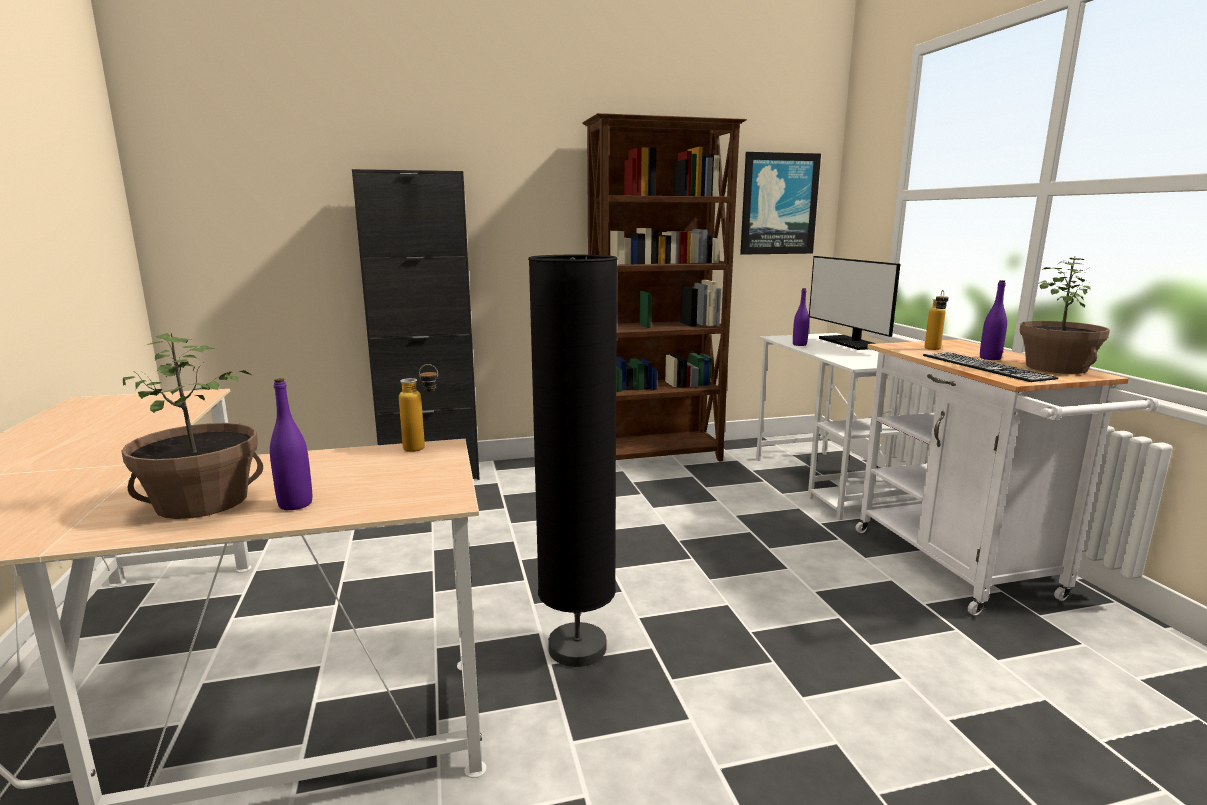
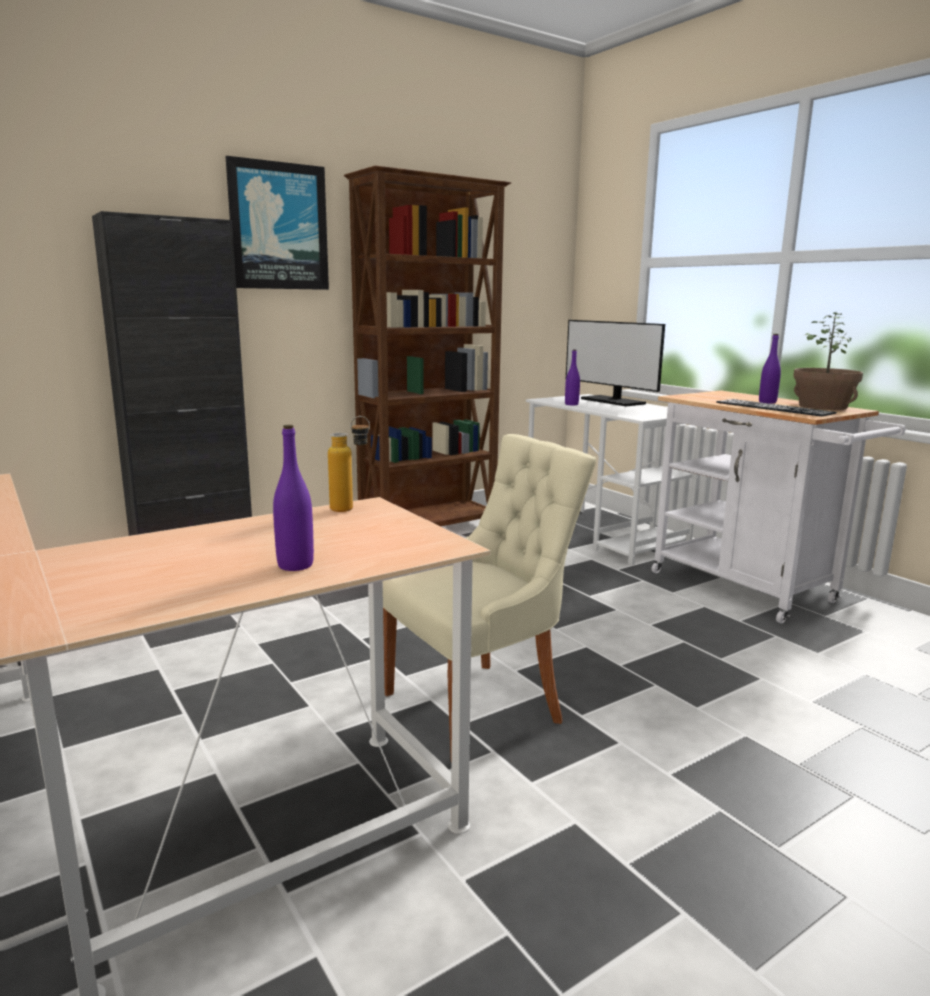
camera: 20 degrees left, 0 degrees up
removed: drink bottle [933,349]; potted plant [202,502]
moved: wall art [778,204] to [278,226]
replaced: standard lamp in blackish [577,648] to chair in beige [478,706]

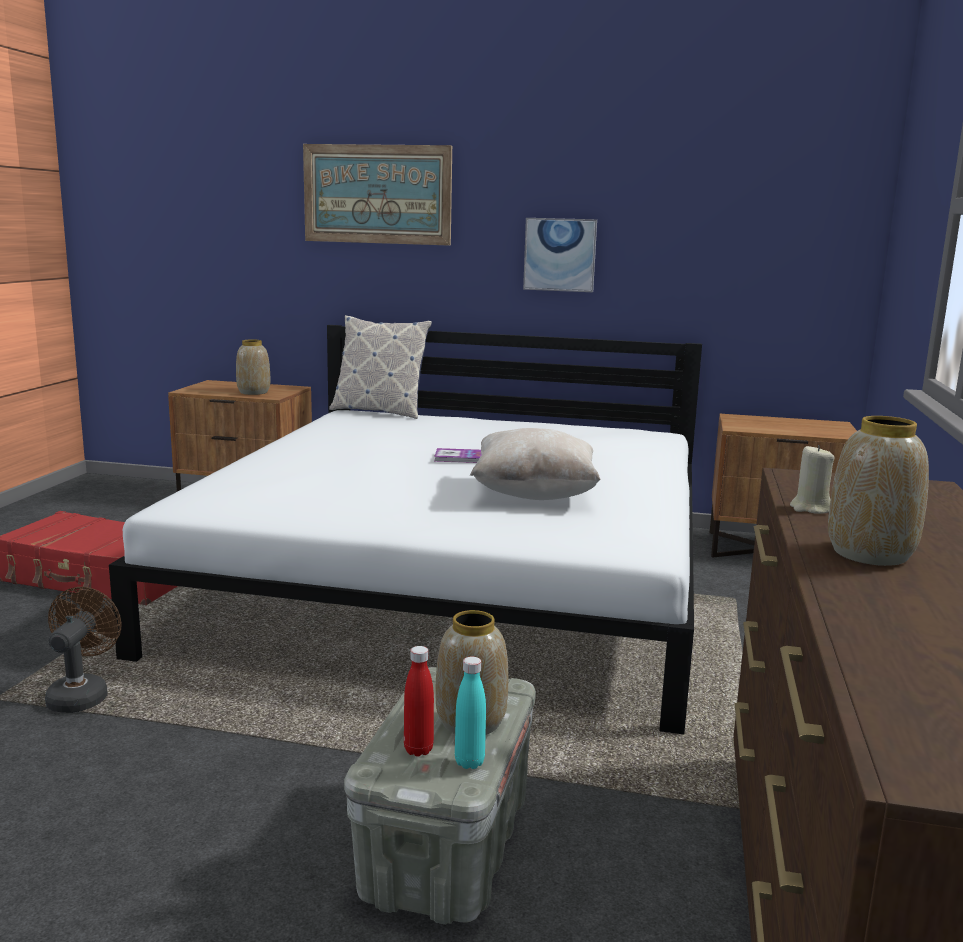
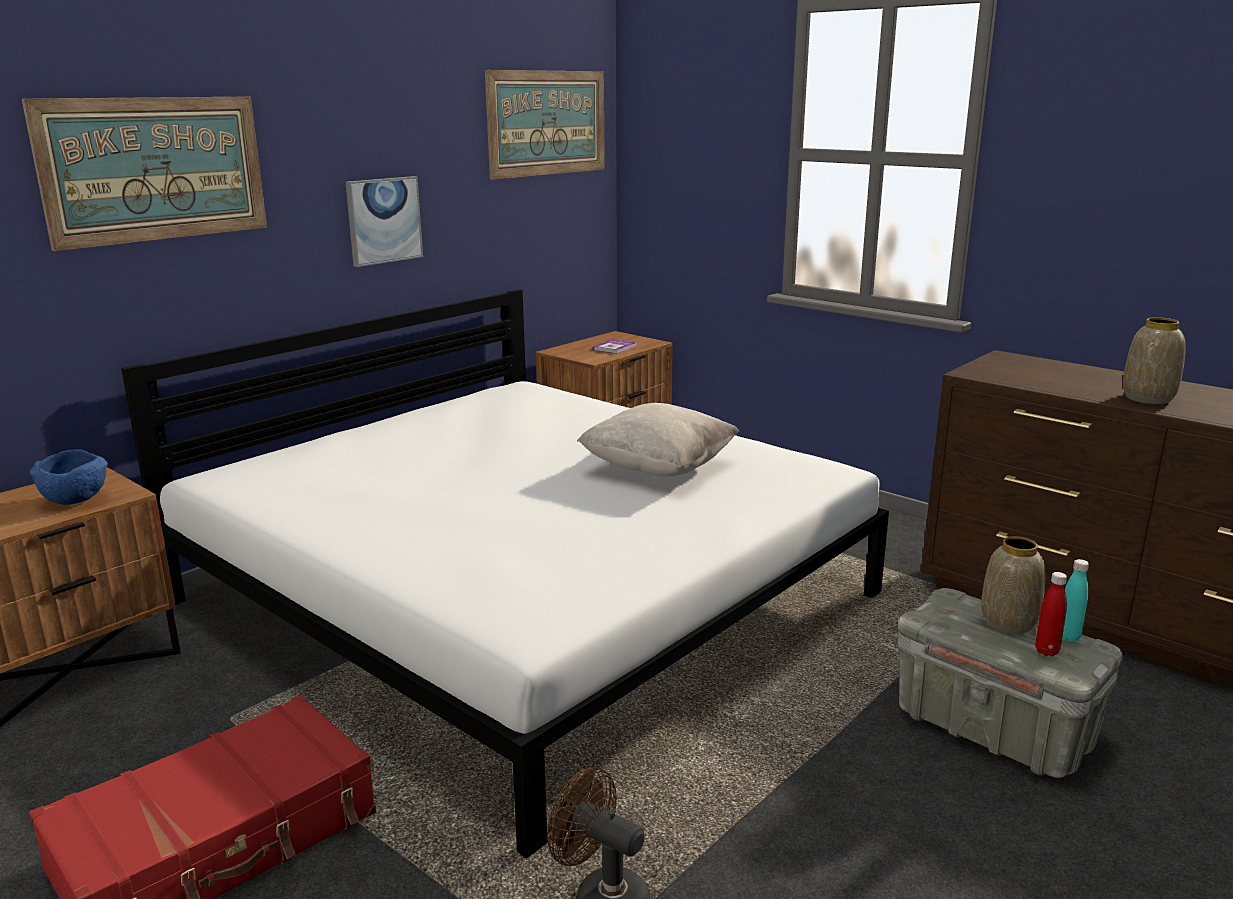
camera: 60 degrees left, 5 degrees up
removed: throw pillow [380,411]; wax candle in beige [810,508]
added: wall art [547,123]
moved: book [459,457] to [615,348]
replaced: vase [254,392] to bowl in blue [76,500]

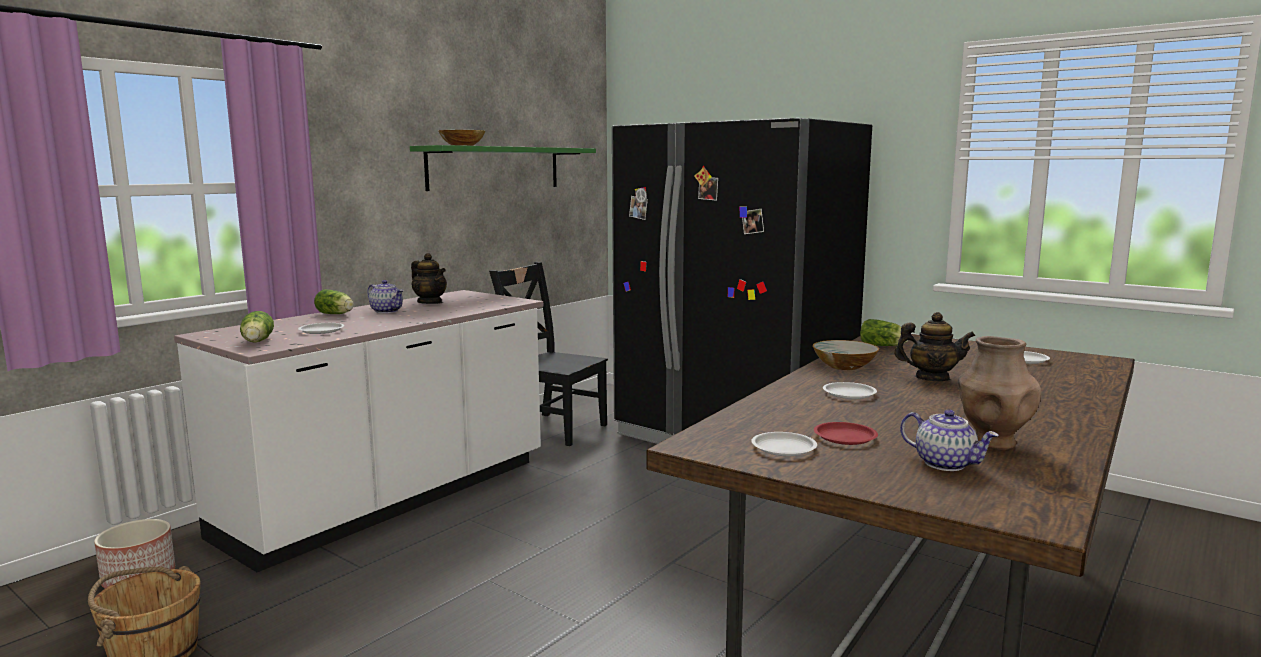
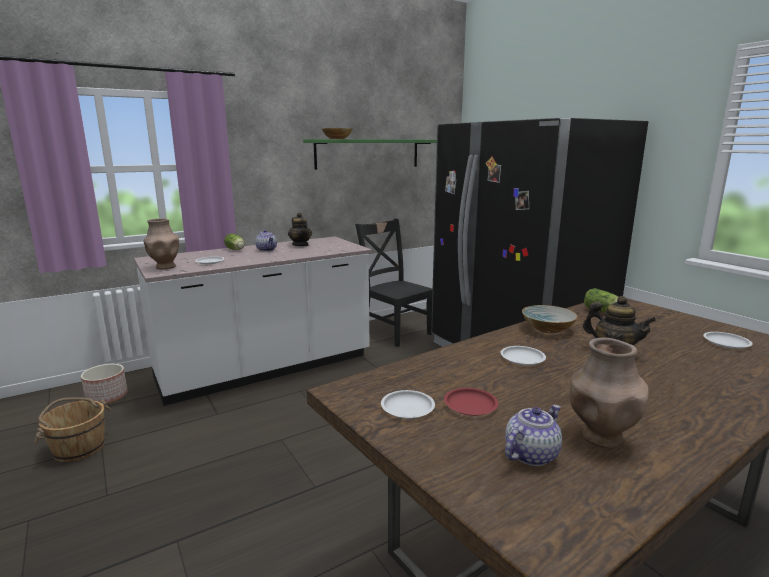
camera: 20 degrees right, 5 degrees up
replaced: head of lettuce [257,342] to vase in brown-coloured [165,267]
turned: tea pot [945,464] = [530,454] 105 degrees counterclockwise

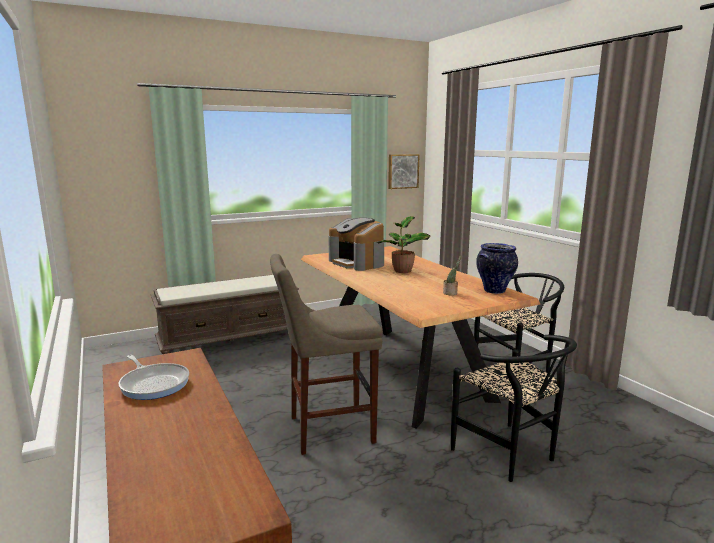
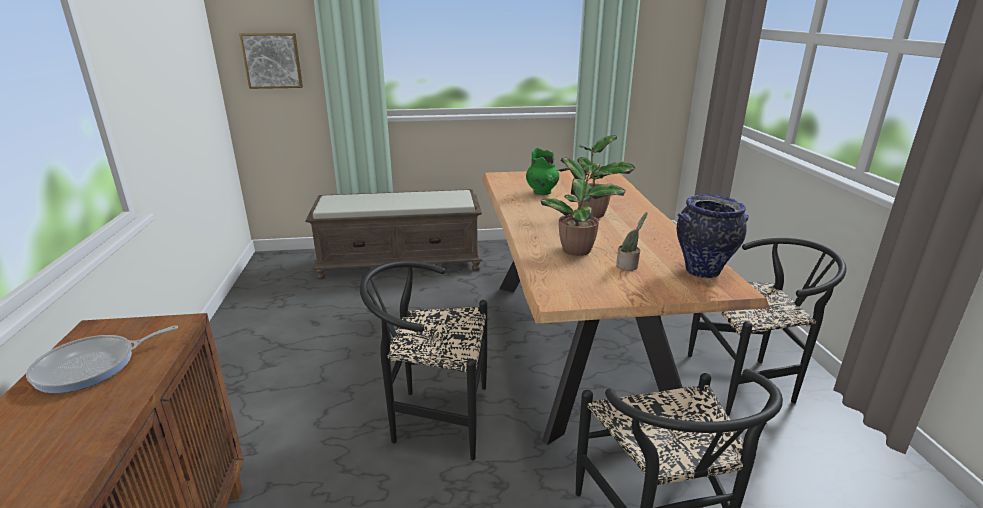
camera: 20 degrees right, 10 degrees up
added: potted plant [578,250]
moved: wall art [402,171] to [272,60]
replaced: coffee machine [357,263] to vase in green-coloured [542,192]; sitting stool in beige [326,429] to chair in blackish [432,417]
turned: skillet [154,384] = [92,366] 75 degrees clockwise

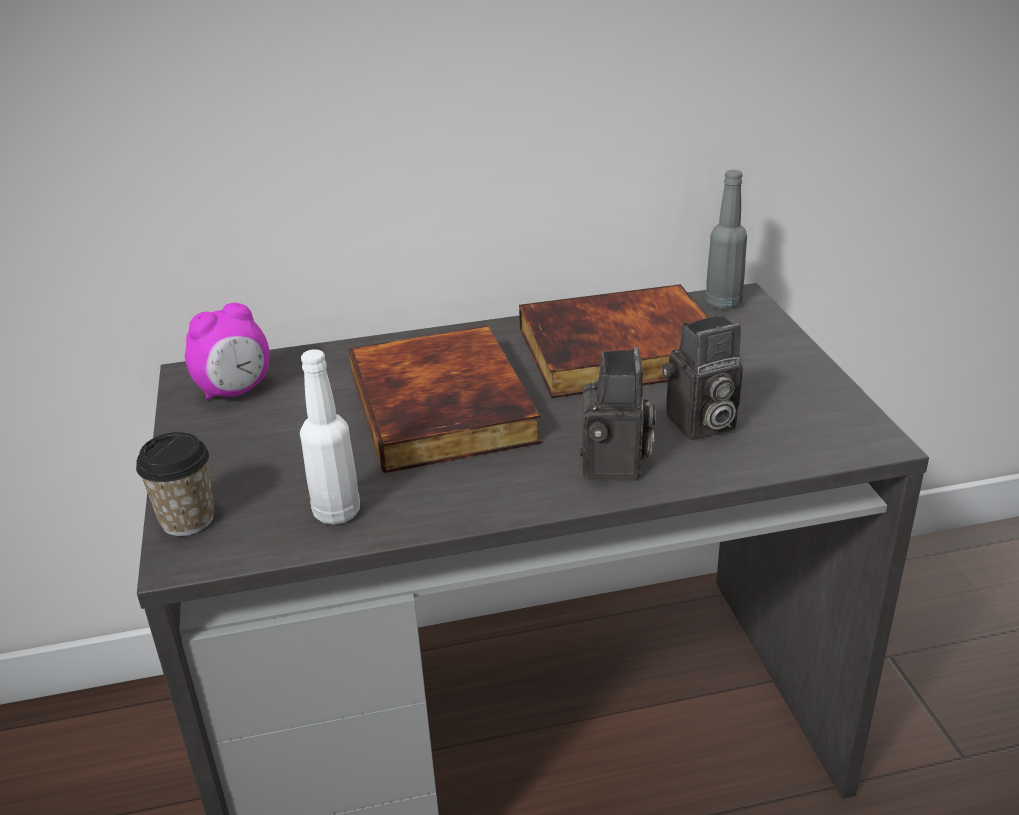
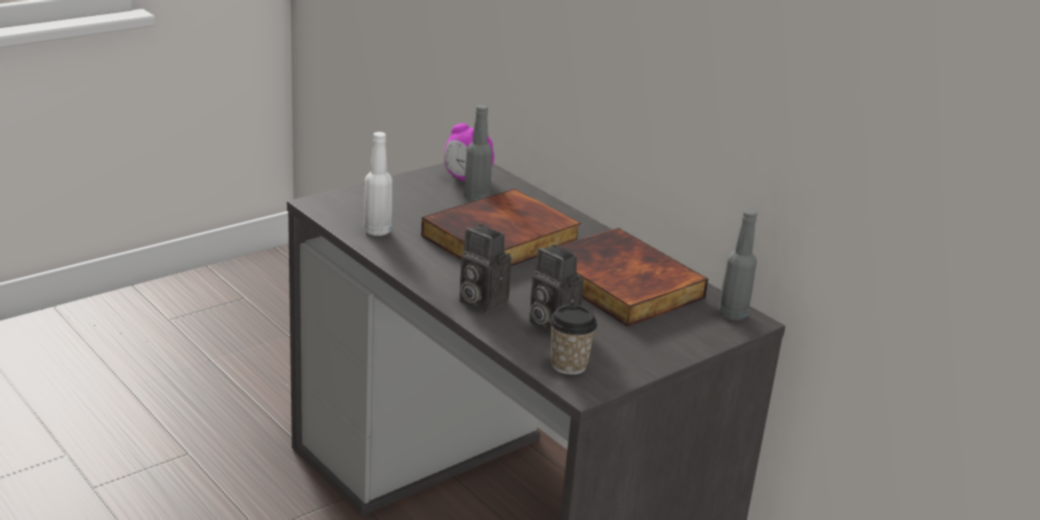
camera: 60 degrees right, 5 degrees down
added: drink bottle in greyish [476,198]
moved: cup [187,520] to [569,365]
turned: still camera [616,467] = [479,301] 60 degrees clockwise

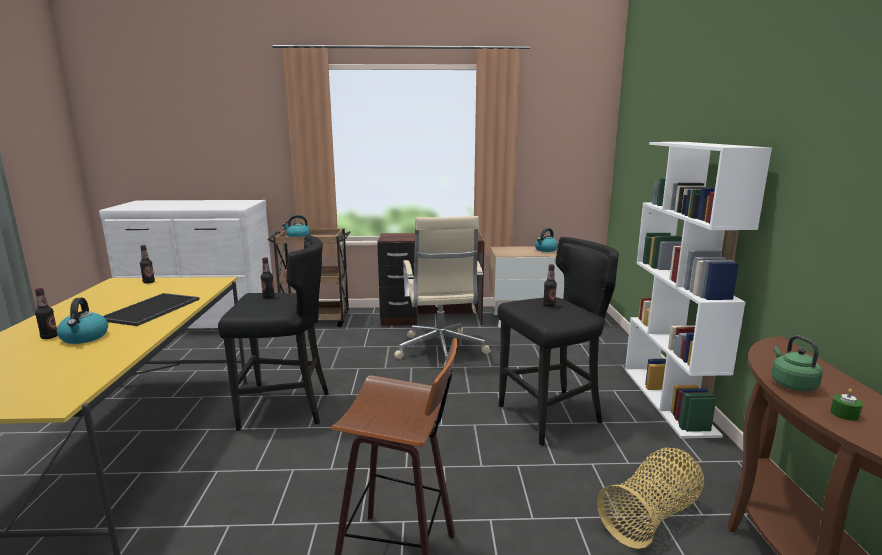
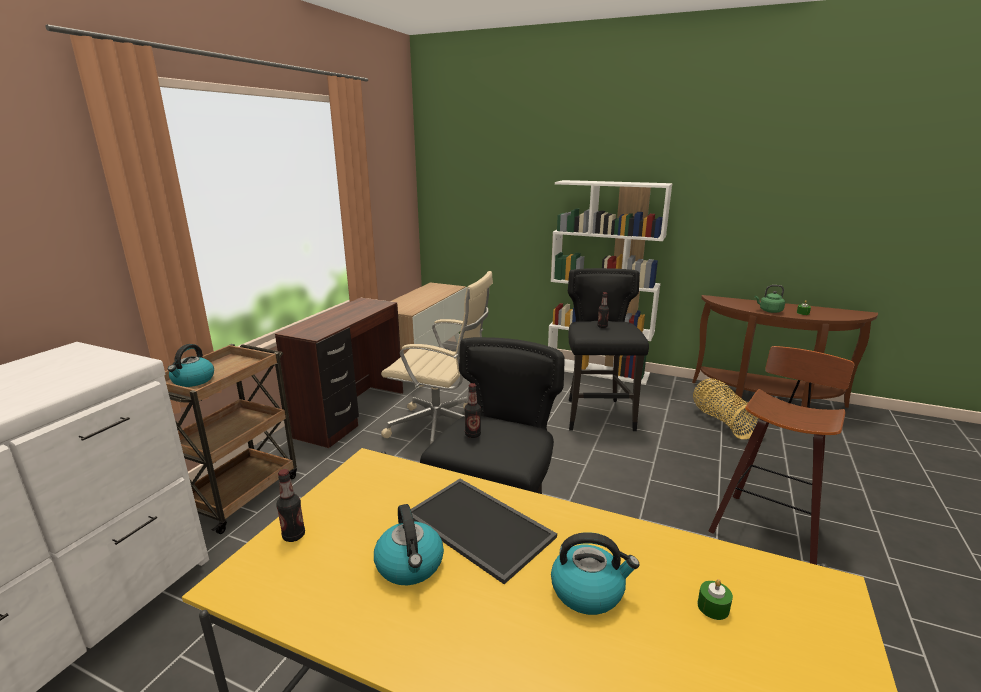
camera: 65 degrees left, 5 degrees up
removed: drink bottle [49,337]
added: wax candle in green-coloured [713,607]
moved: tea kettle [545,250] to [410,565]

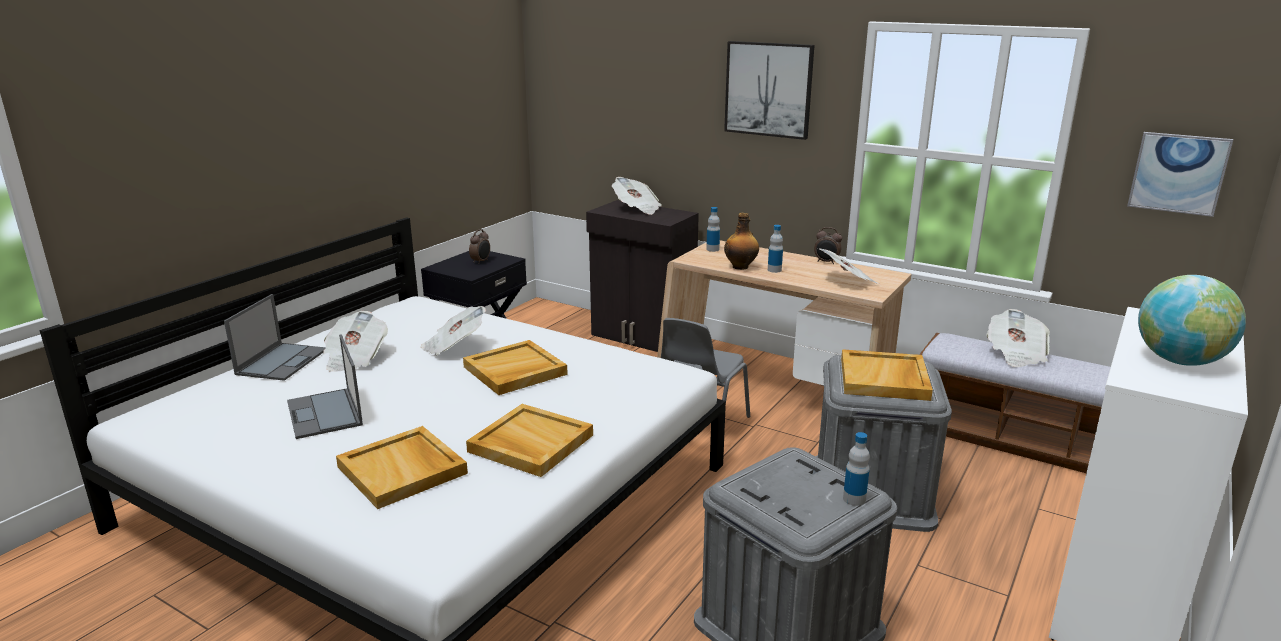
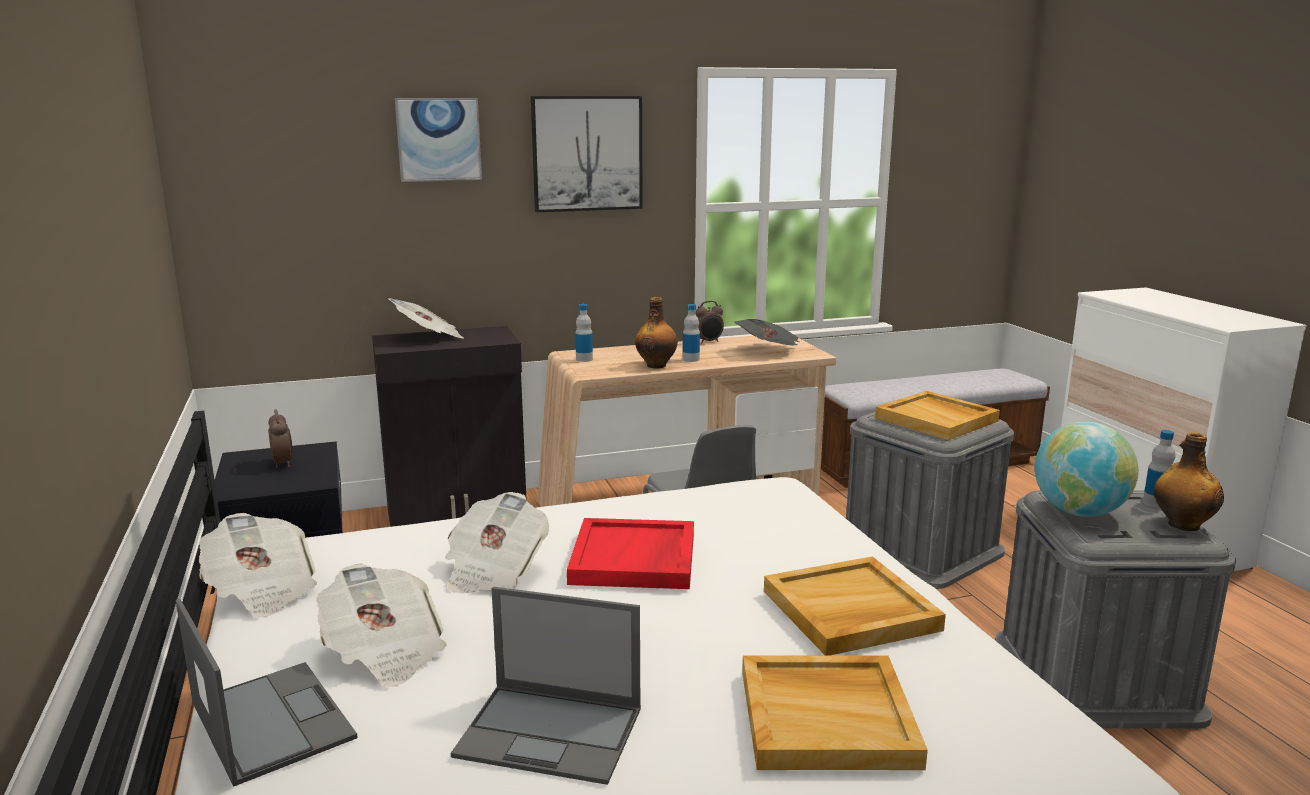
camera: 50 degrees left, 5 degrees down
added: drink bottle [1182,525]
moved: wall art [1178,173] to [439,139]; world globe [1179,361] to [1078,512]; printed paper [1015,354] to [262,591]
recoloured: serving tray in beige [514,371] to serving tray in red [634,559]

